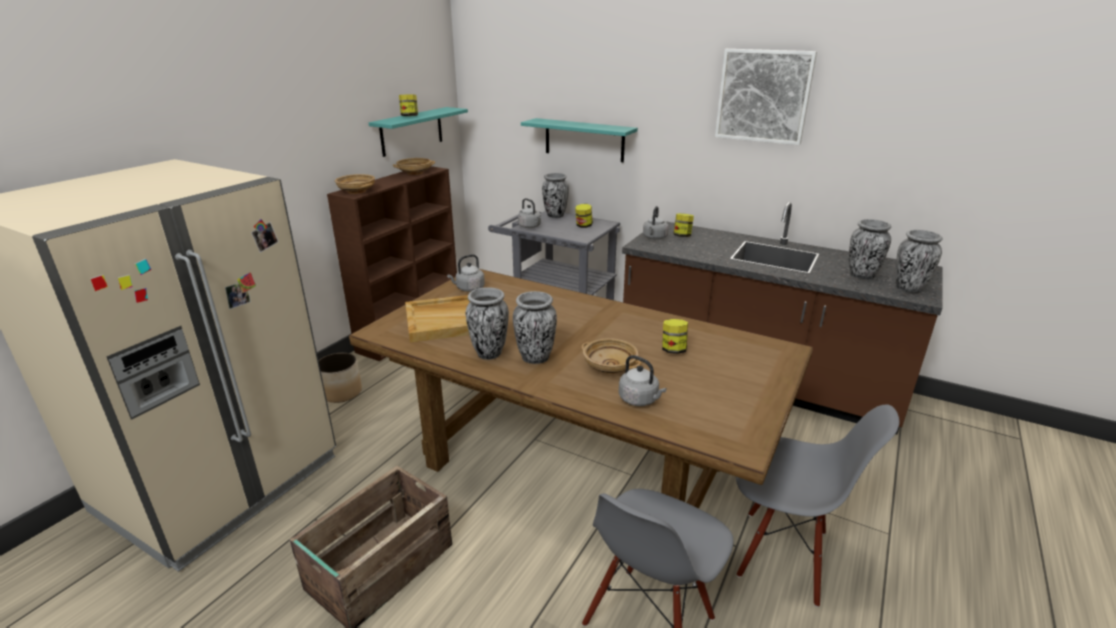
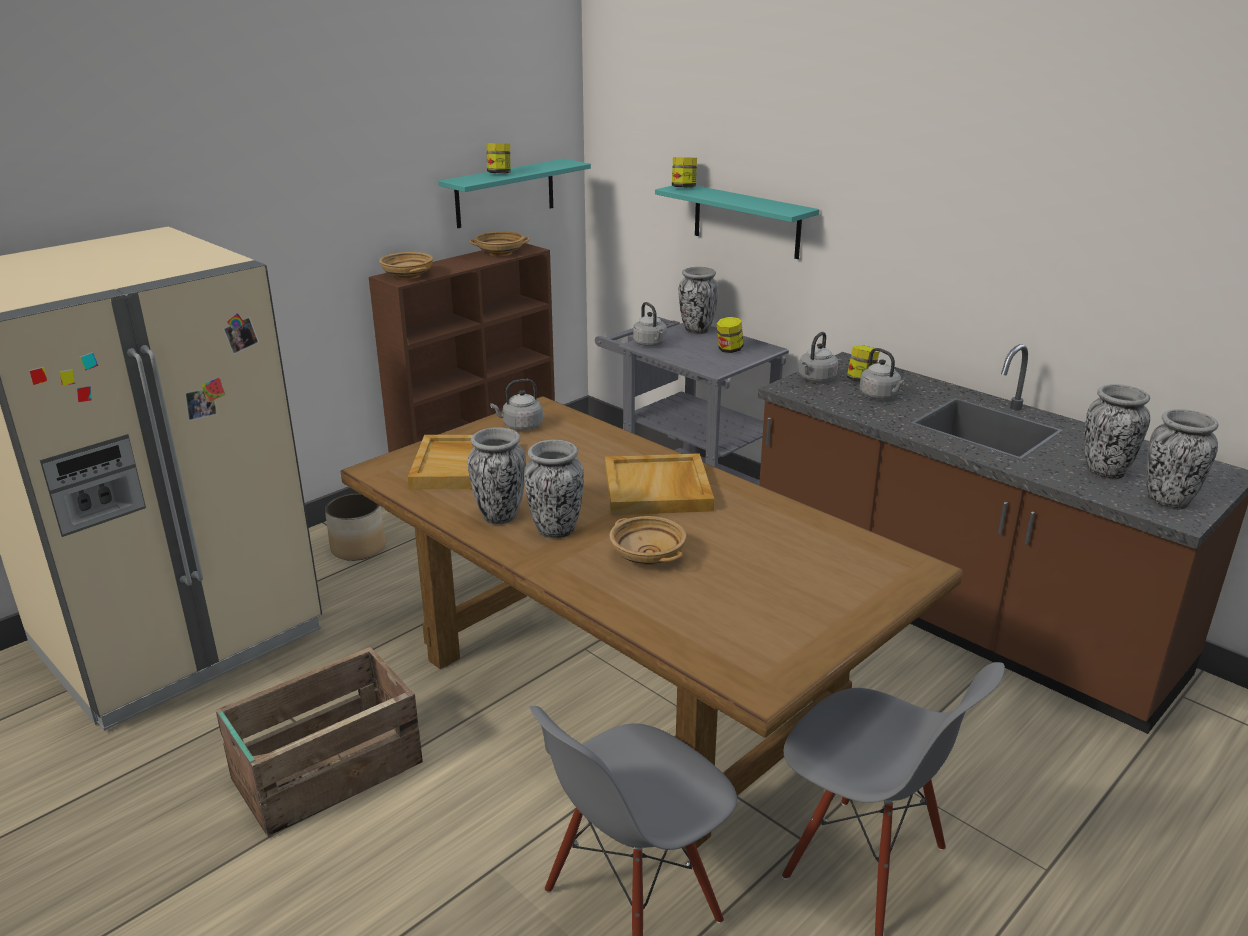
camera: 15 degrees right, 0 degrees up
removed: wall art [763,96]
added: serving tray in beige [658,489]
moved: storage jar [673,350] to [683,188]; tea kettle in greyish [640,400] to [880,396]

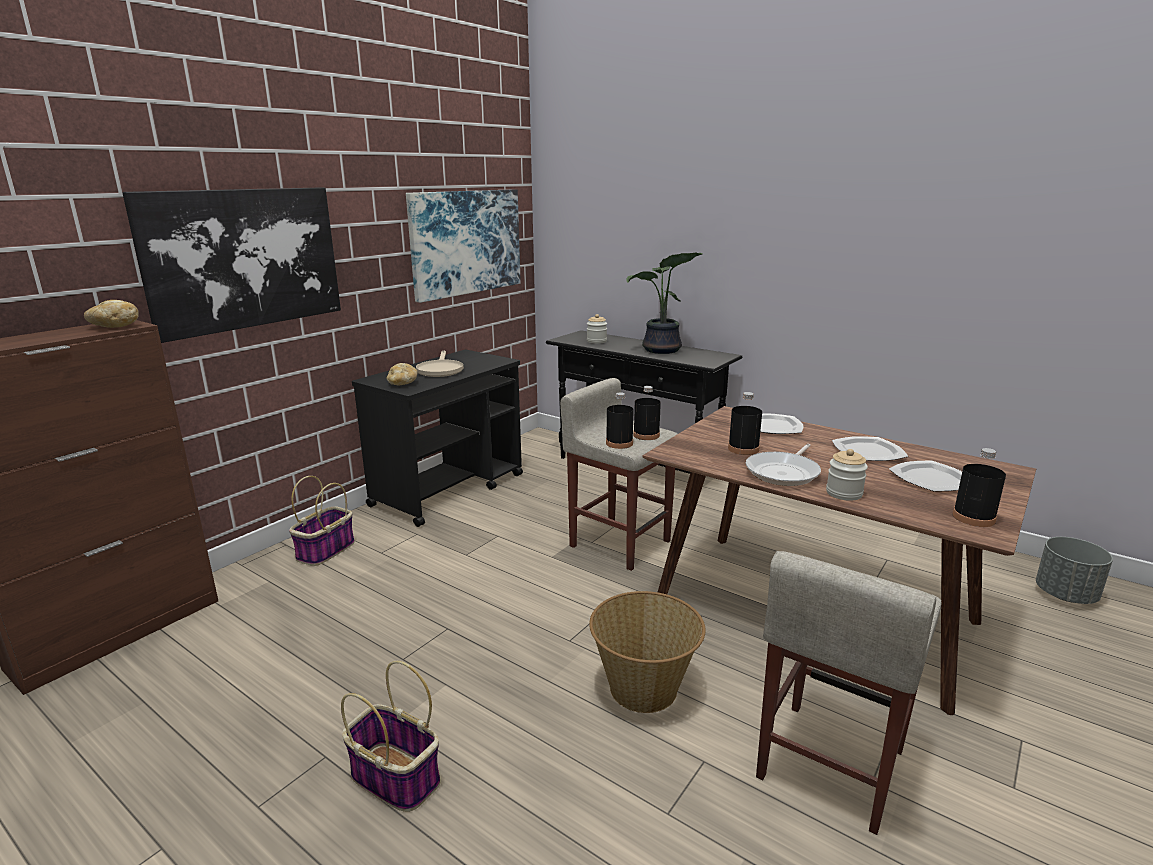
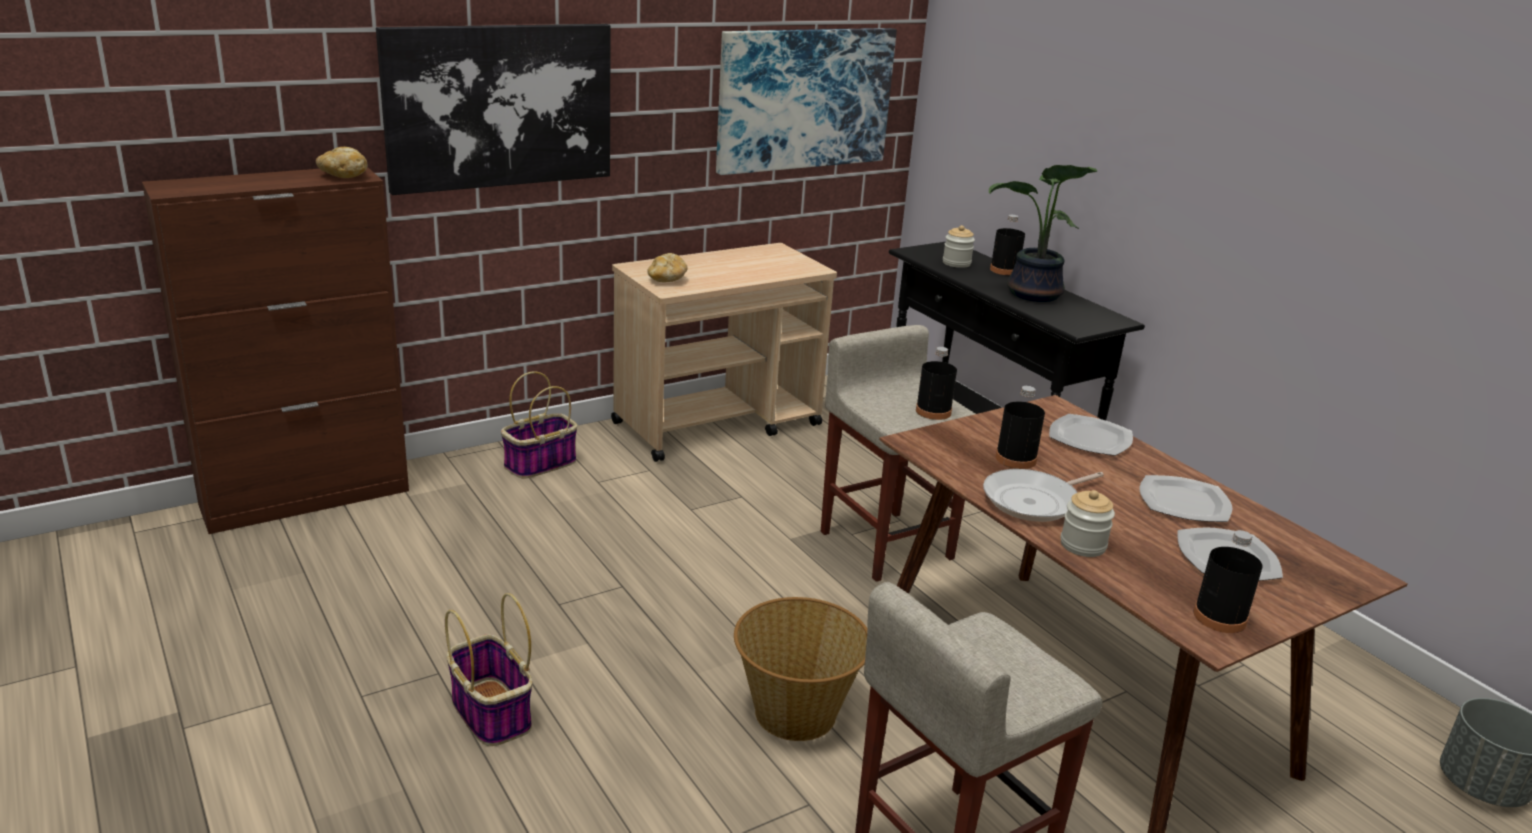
camera: 20 degrees right, 5 degrees up
removed: skillet in beige [440,369]
moved: drink bottle in blackish [619,443] to [1004,270]
recoloured: trolley in blackish [449,489] to trolley in beige [719,424]

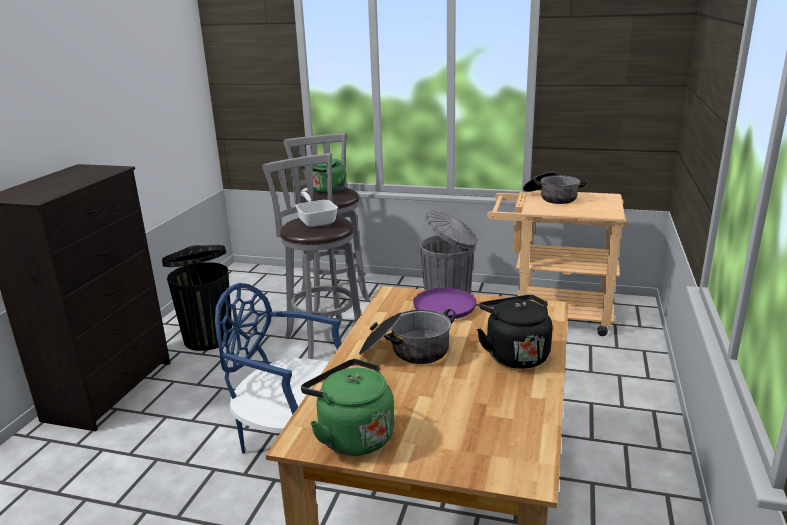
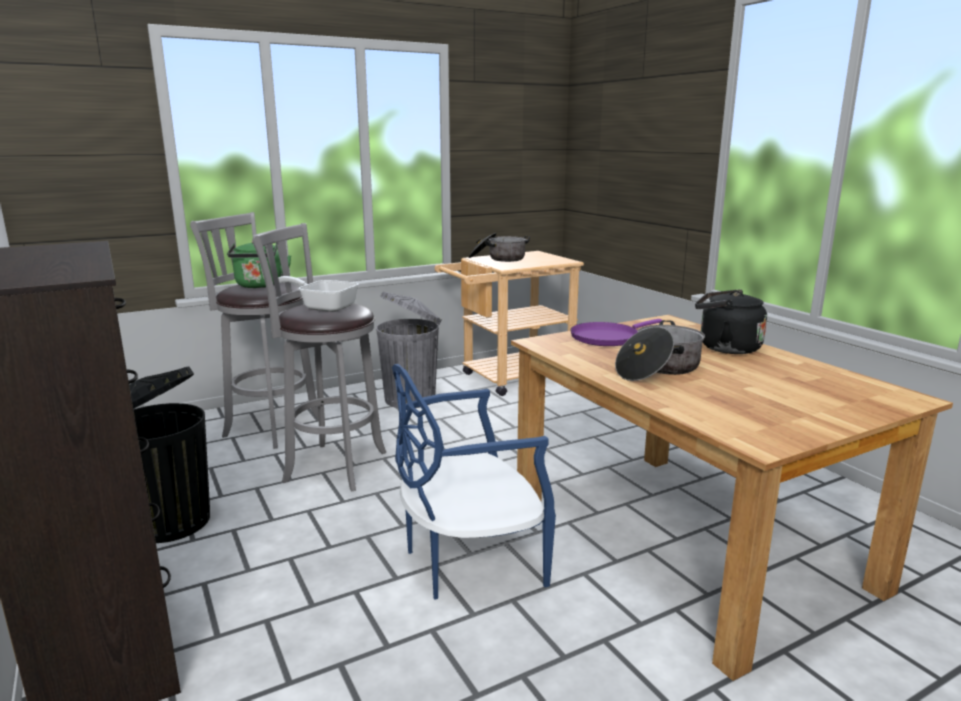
camera: 45 degrees left, 5 degrees down
removed: tea kettle in green-coloured [352,435]

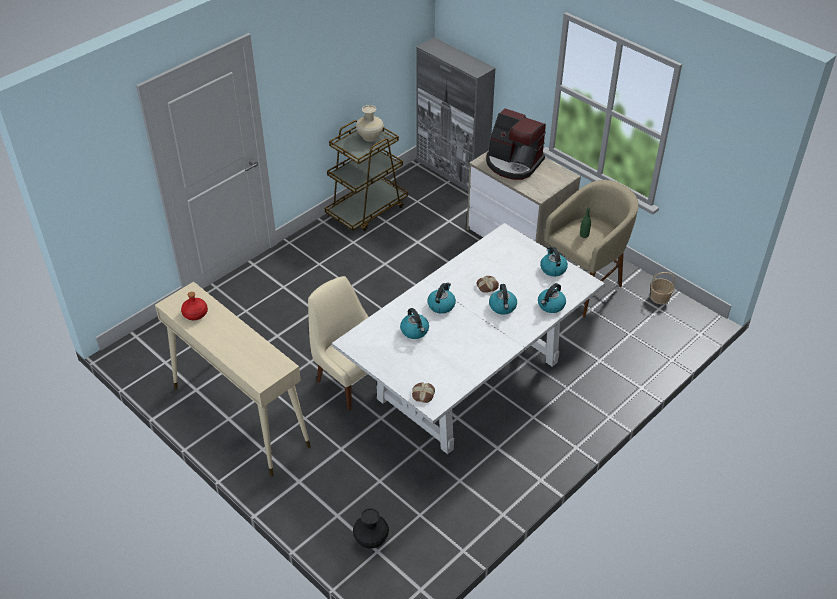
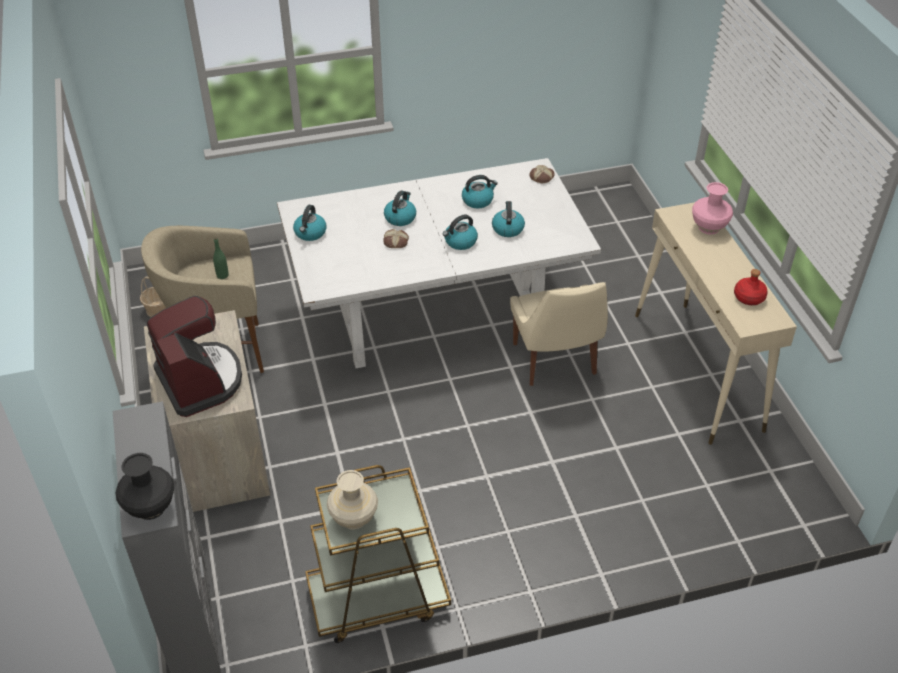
camera: 150 degrees left, 0 degrees up
added: vase in pinkish [709,228]
moved: tea kettle [551,305] to [478,200]; vase in blackish [371,540] to [151,508]

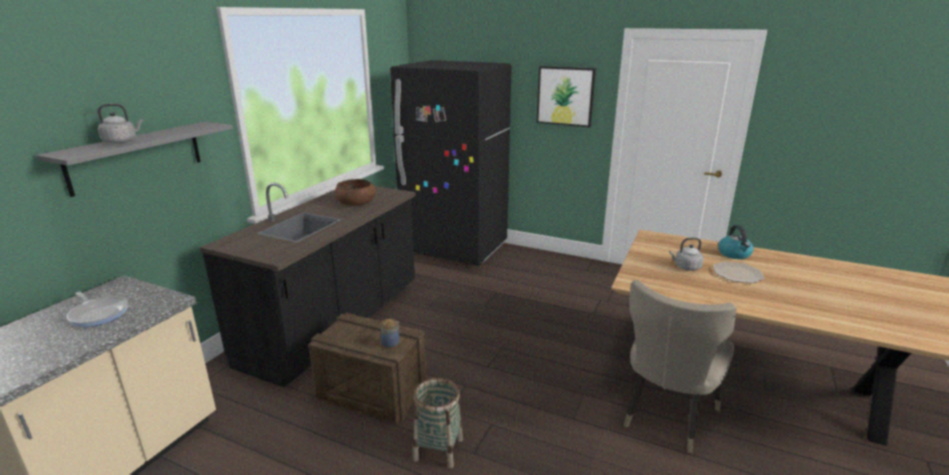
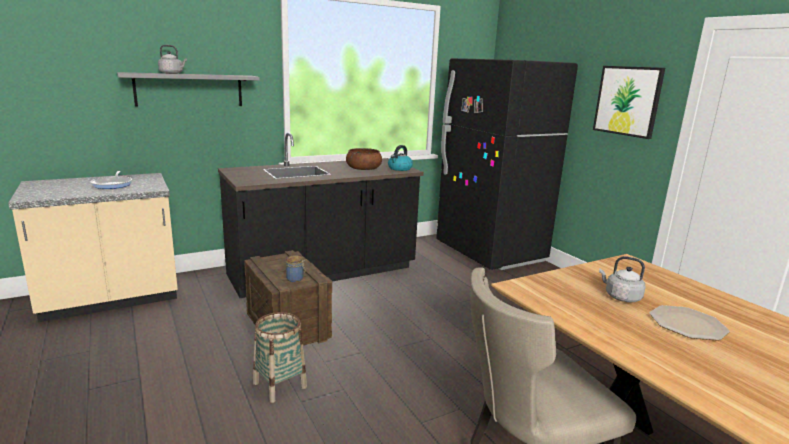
camera: 35 degrees right, 5 degrees down
moved: tea kettle [734,254] to [399,169]

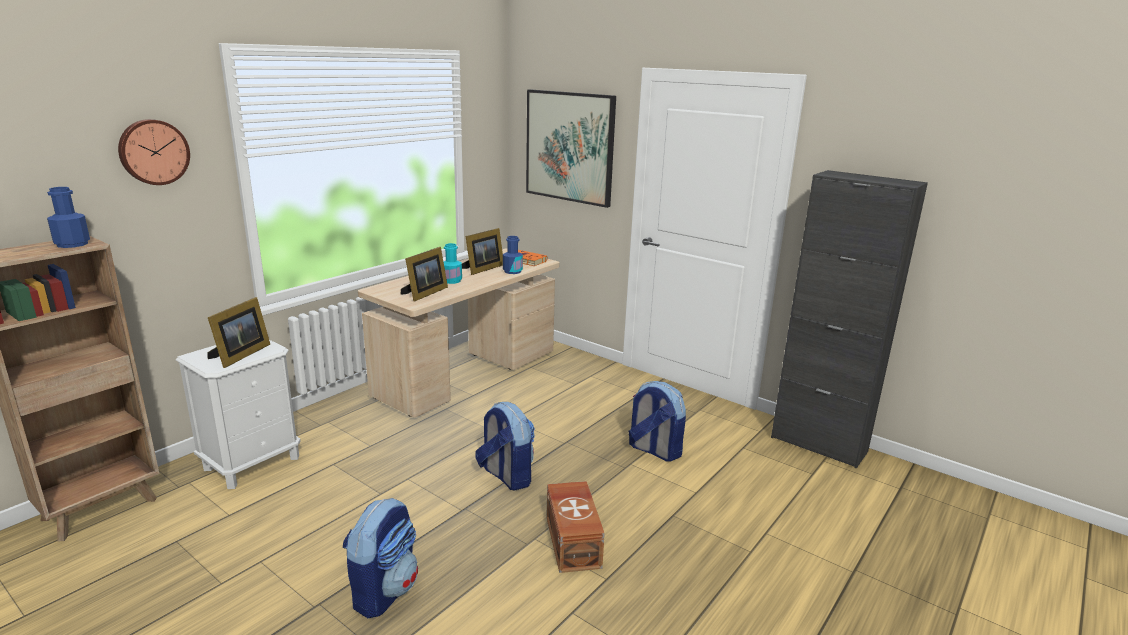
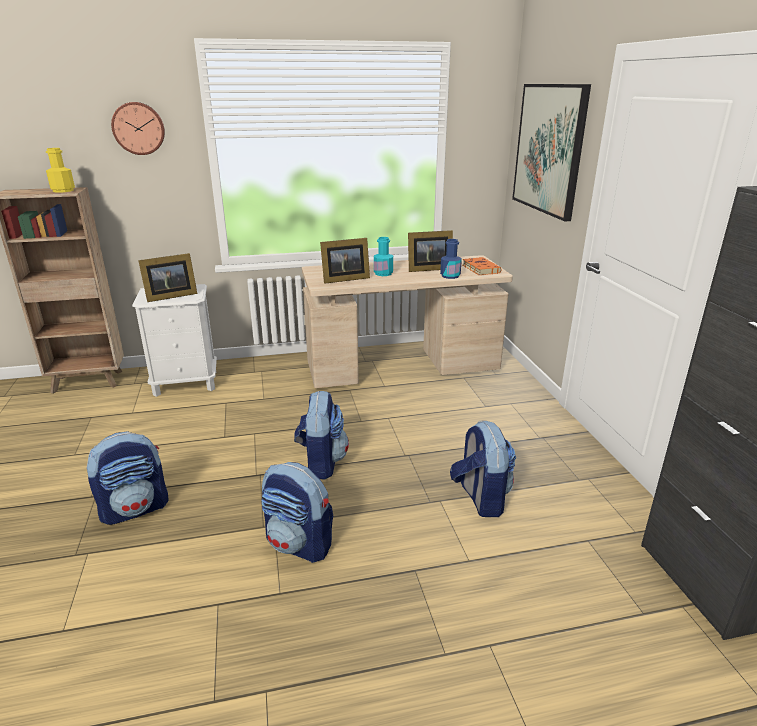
camera: 40 degrees right, 5 degrees up
replaced: storage bin in brown-coloured [574,540] to knapsack [300,544]
recoloured: drink bottle in blue [72,244] to drink bottle in yellow-coloured [63,190]

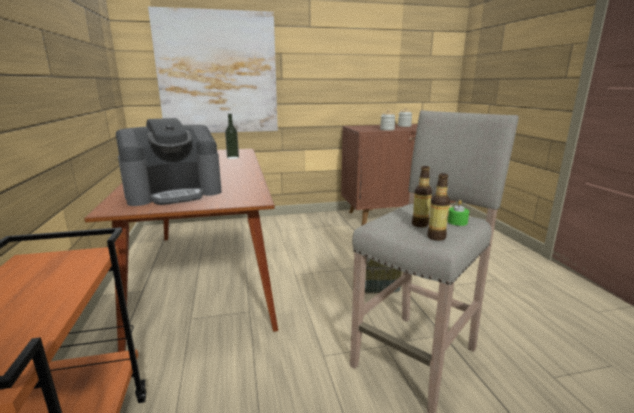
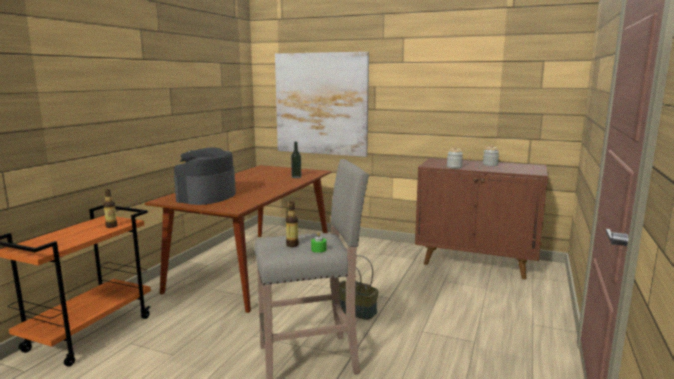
camera: 35 degrees right, 5 degrees down
moved: drink bottle [436,237] to [111,226]
turned: coffee machine [174,193] = [207,196] 105 degrees clockwise

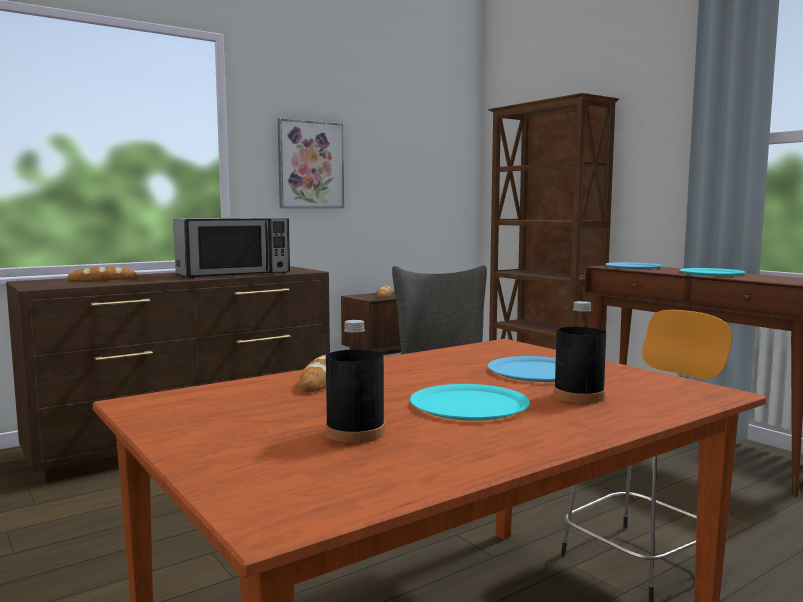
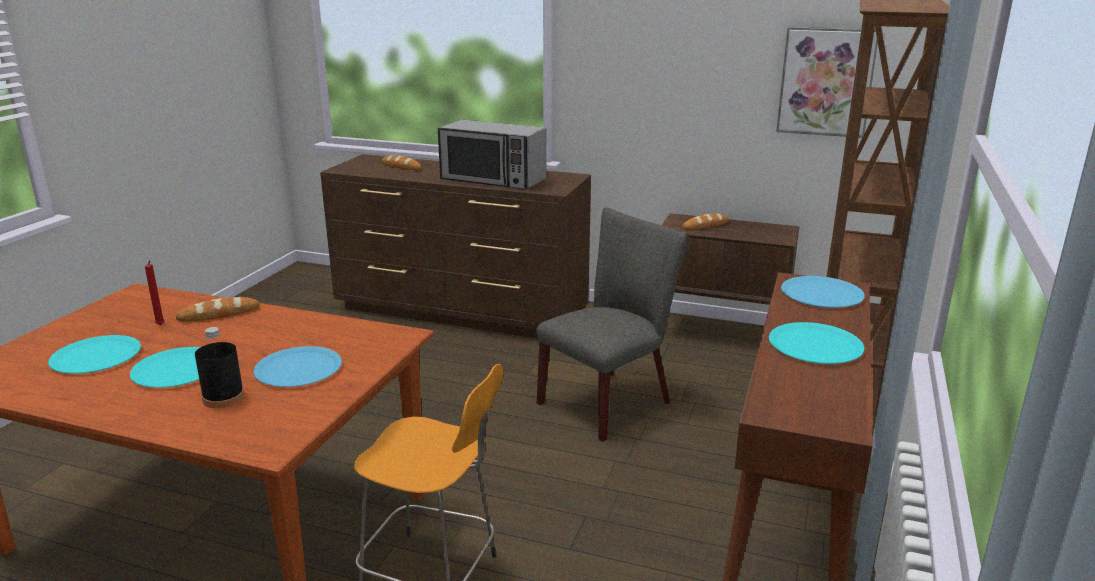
camera: 55 degrees right, 15 degrees up
added: wax candle in red [160,325]
moved: wall art [310,165] to [826,82]
replaced: drink bottle in blackish [355,433] to plate in turquoise [96,356]

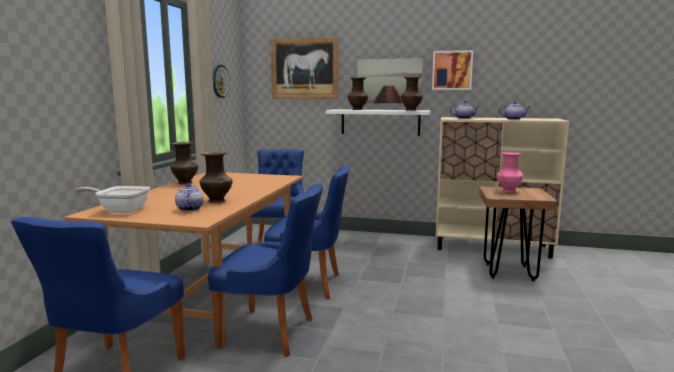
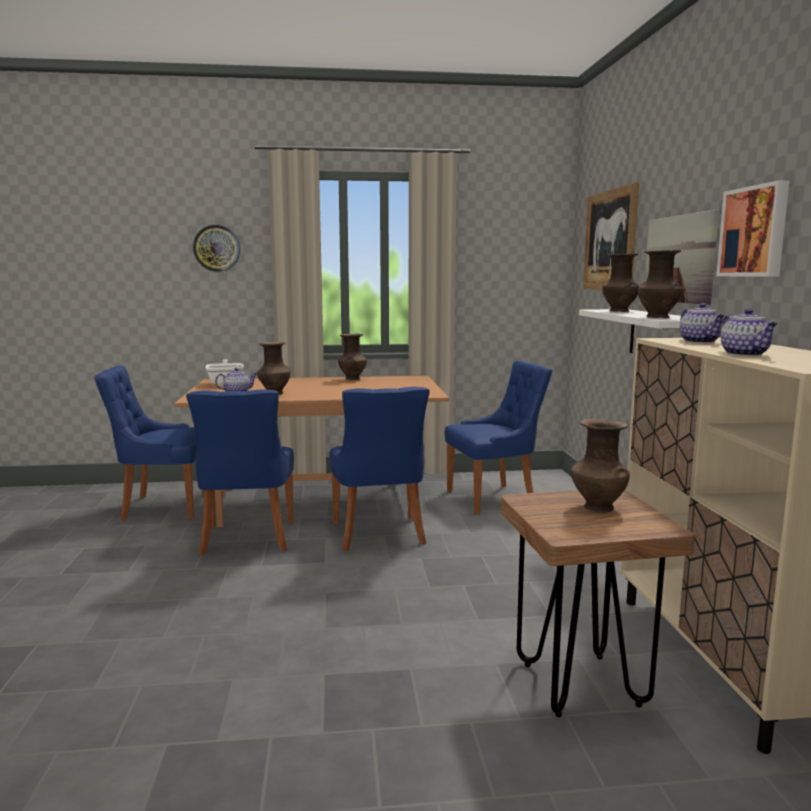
camera: 70 degrees right, 0 degrees up
moved: clock on the wall [220,81] to [217,248]
recoloured: vase in pinkish [508,191] to vase in brown-coloured [597,507]

